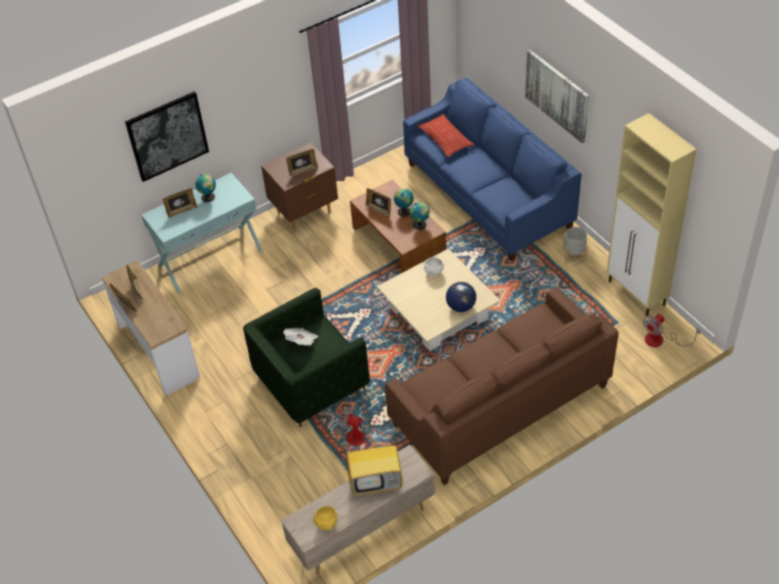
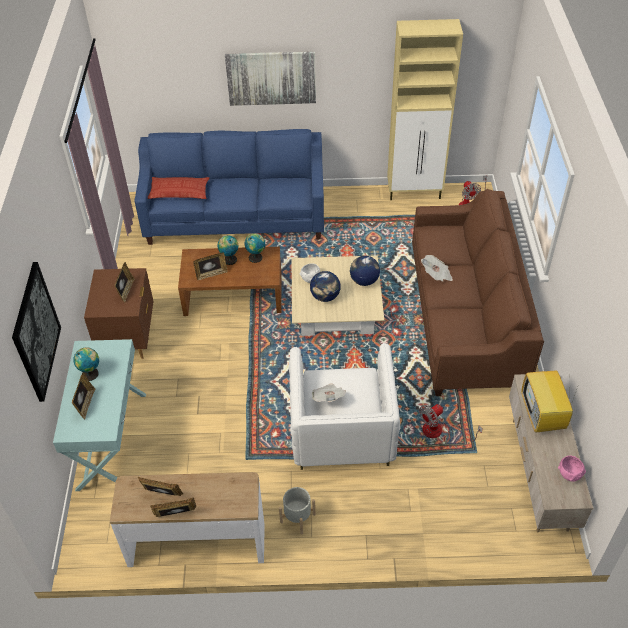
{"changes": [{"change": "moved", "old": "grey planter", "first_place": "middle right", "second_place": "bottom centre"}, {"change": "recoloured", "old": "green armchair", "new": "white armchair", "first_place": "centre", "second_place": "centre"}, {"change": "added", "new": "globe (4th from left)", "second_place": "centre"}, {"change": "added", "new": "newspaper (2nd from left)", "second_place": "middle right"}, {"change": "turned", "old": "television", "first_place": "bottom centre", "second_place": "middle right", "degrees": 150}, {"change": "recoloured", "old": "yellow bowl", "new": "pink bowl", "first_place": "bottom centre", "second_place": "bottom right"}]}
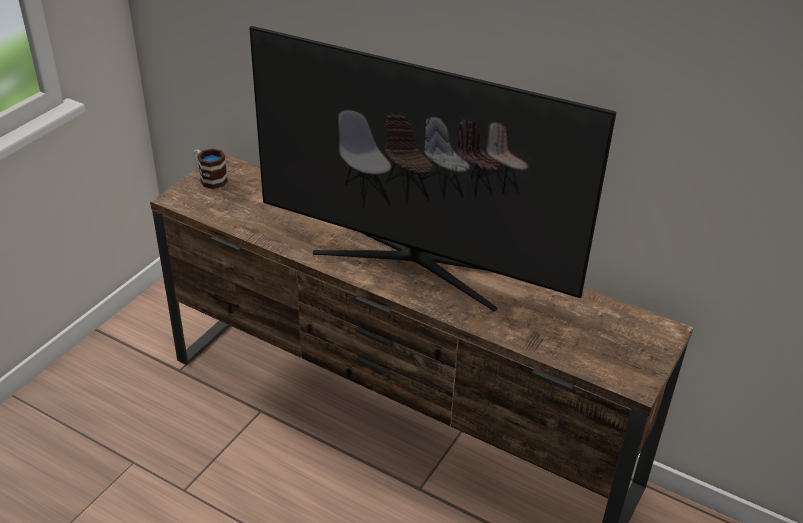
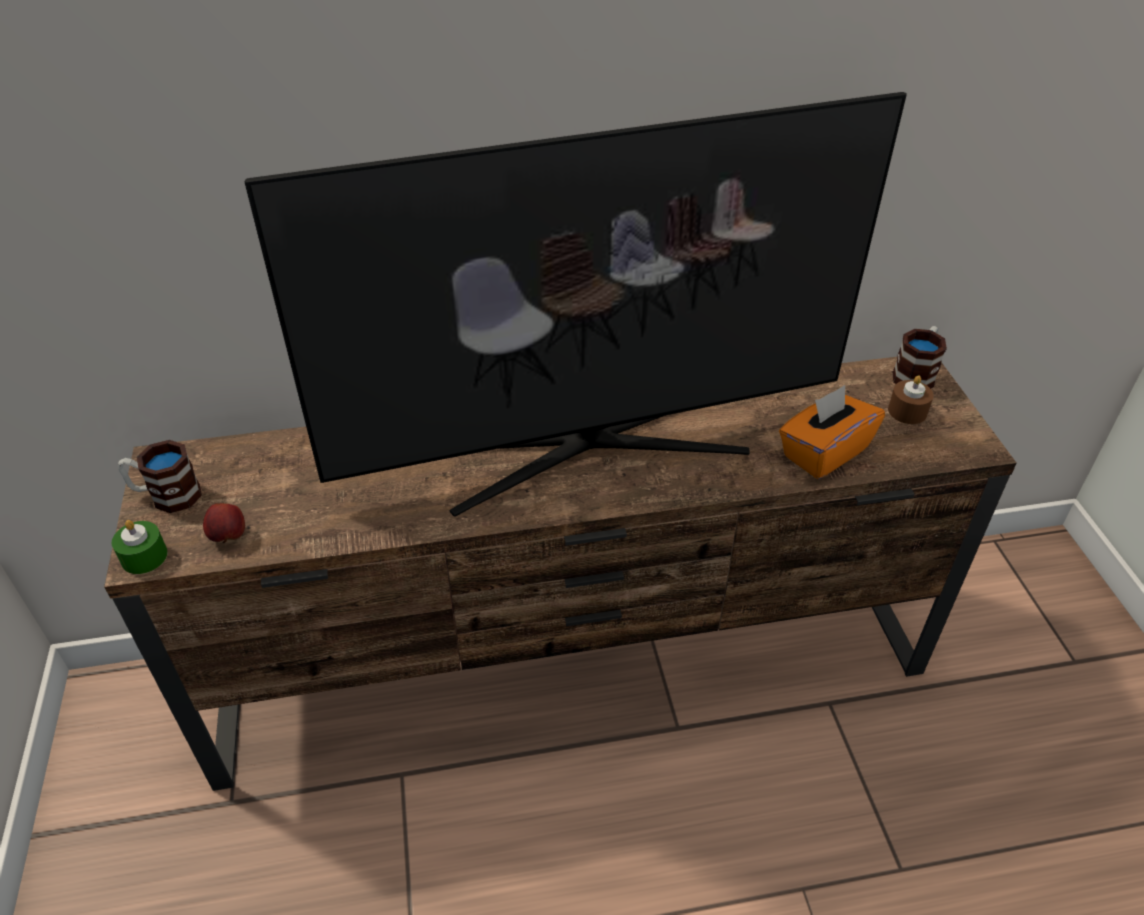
{"changes": [{"change": "added", "new": "green candle", "second_place": "middle left"}, {"change": "added", "new": "apple", "second_place": "middle left"}, {"change": "added", "new": "orange tissue box", "second_place": "middle right"}, {"change": "added", "new": "brown candle", "second_place": "middle right"}, {"change": "added", "new": "mug (2nd from left)", "second_place": "middle right"}]}
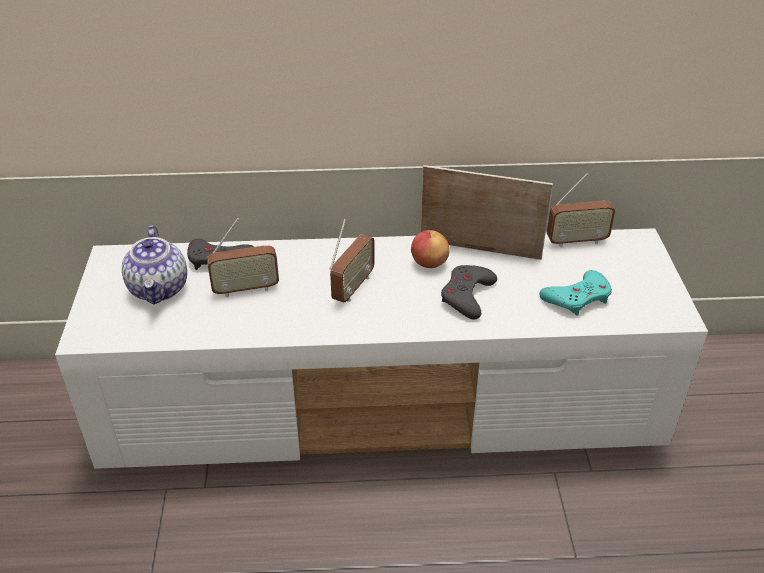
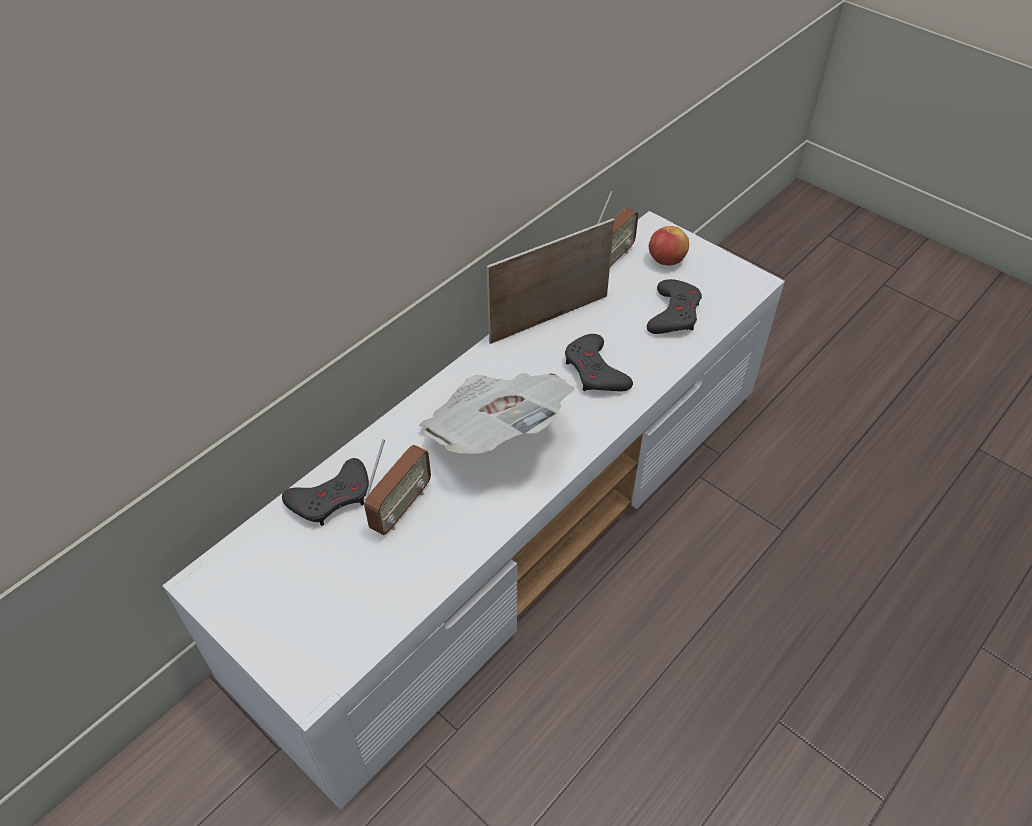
{"changes": [{"change": "replaced", "old": "radio (2nd from left)", "new": "newspaper", "first_place": "centre", "second_place": "centre"}, {"change": "recoloured", "old": "turquoise game controller", "new": "grey game controller (3rd from left)", "first_place": "middle right", "second_place": "centre"}, {"change": "moved", "old": "apple", "first_place": "centre", "second_place": "top centre"}, {"change": "removed", "old": "teapot", "first_place": "middle left"}]}
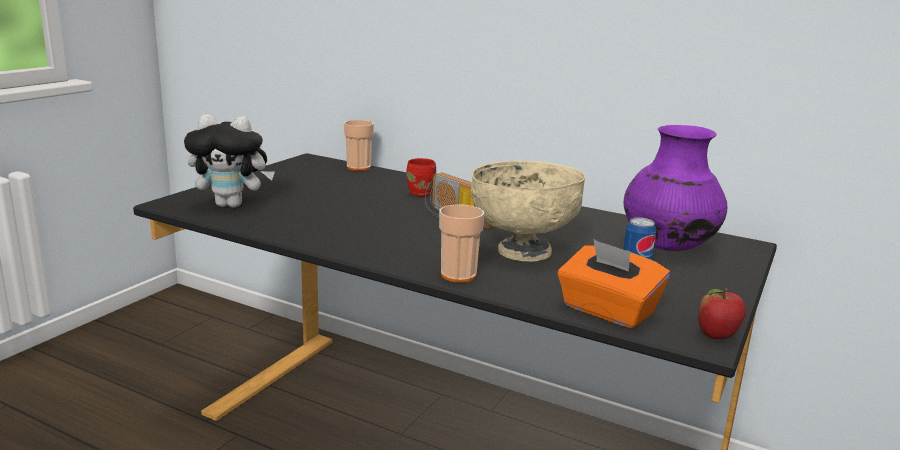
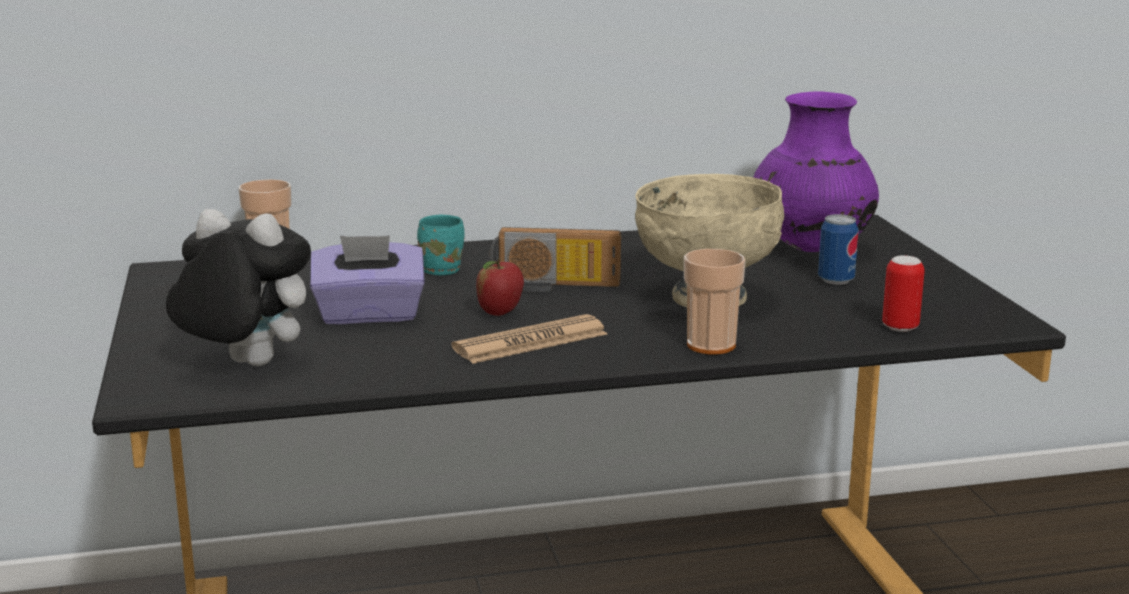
{"changes": [{"change": "turned", "old": "plush toy", "first_place": "middle left", "second_place": "middle left", "degrees": -120}, {"change": "added", "new": "purple tissue box", "second_place": "middle left"}, {"change": "recoloured", "old": "red mug", "new": "turquoise mug", "first_place": "centre", "second_place": "centre"}, {"change": "added", "new": "newspaper", "second_place": "centre"}, {"change": "moved", "old": "apple", "first_place": "bottom right", "second_place": "centre"}, {"change": "replaced", "old": "orange tissue box", "new": "can (2nd from left)", "first_place": "middle right", "second_place": "middle right"}]}
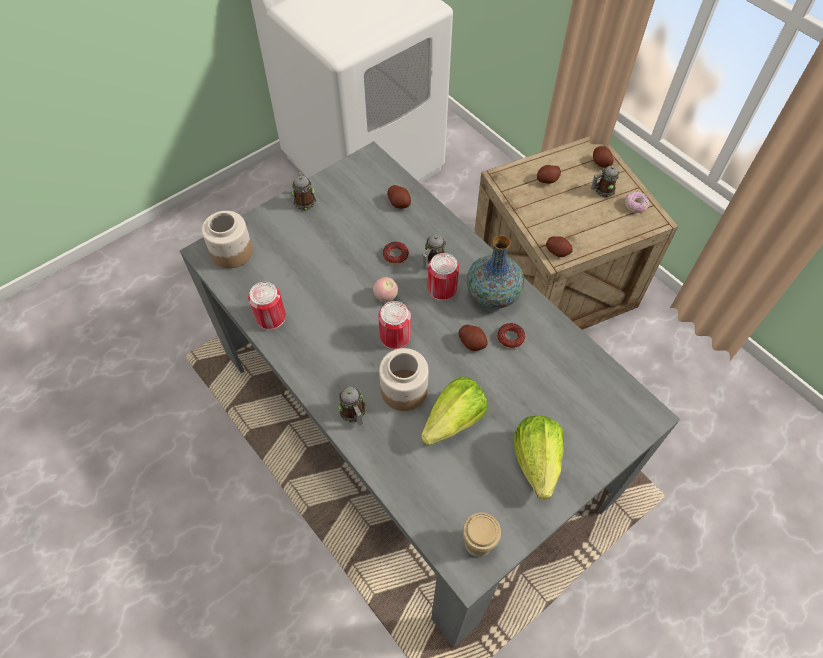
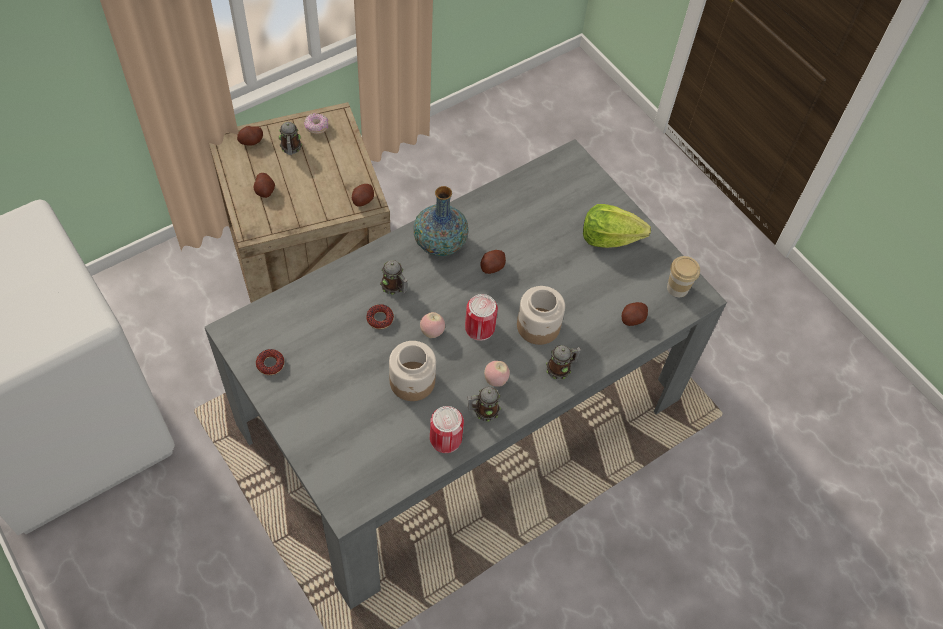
{"changes": [{"change": "moved", "old": "donut (2nd from left in the first image)", "new": "donut (1st from left)", "first_place": "centre", "second_place": "middle left"}, {"change": "moved", "old": "jar (1st from left)", "first_place": "middle left", "second_place": "centre"}, {"change": "moved", "old": "mug (1st from left in the first image)", "new": "mug (3rd from left)", "first_place": "top centre", "second_place": "centre"}, {"change": "added", "new": "apple (2nd from left)", "second_place": "centre"}, {"change": "moved", "old": "potato (1st from left in the first image)", "new": "potato (5th from left)", "first_place": "top centre", "second_place": "middle right"}, {"change": "removed", "old": "lettuce (1st from left)", "first_place": "centre"}, {"change": "removed", "old": "can (3rd from left)", "first_place": "centre"}]}
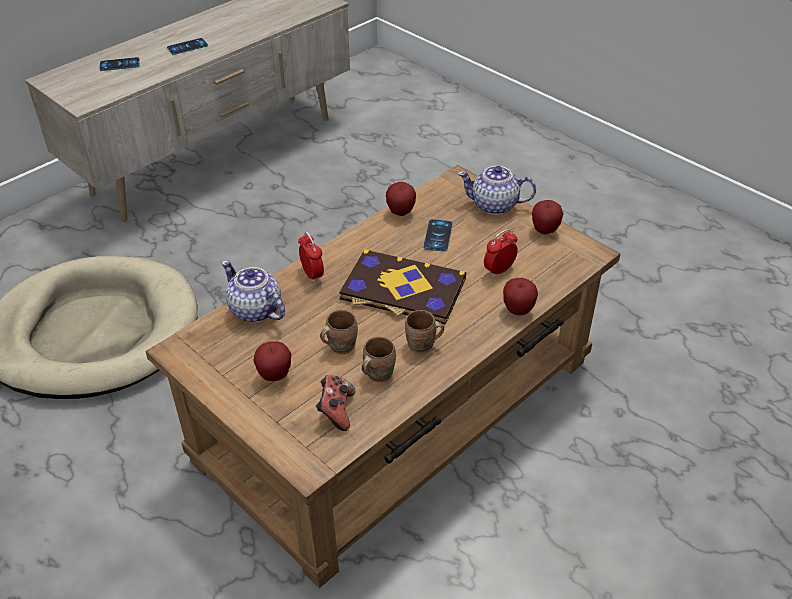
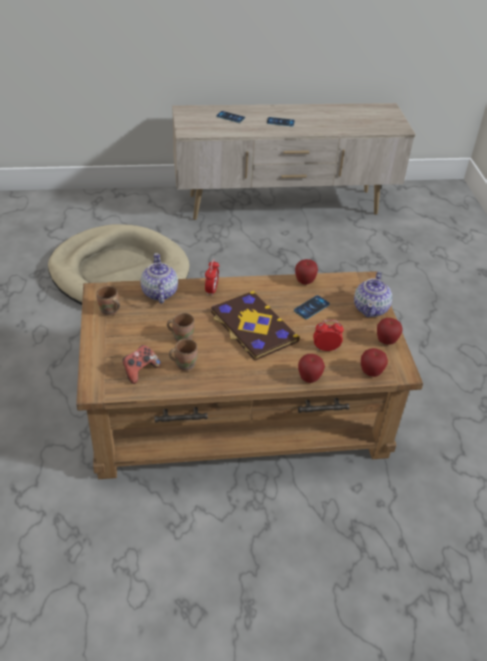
{"changes": [{"change": "moved", "old": "brown mug (3rd from left in the first image)", "new": "brown mug (1st from left)", "first_place": "centre", "second_place": "middle left"}, {"change": "turned", "old": "teapot (2nd from left)", "first_place": "top centre", "second_place": "middle right", "degrees": -120}, {"change": "moved", "old": "apple (1st from left in the first image)", "new": "apple (3rd from left)", "first_place": "centre", "second_place": "middle right"}]}
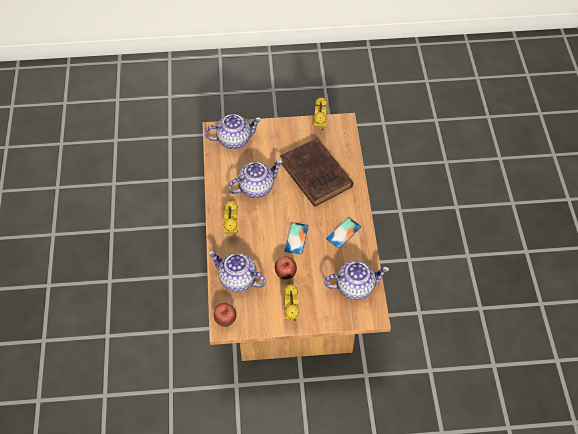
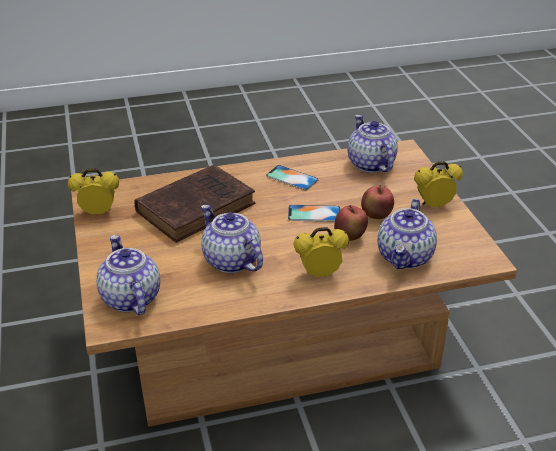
{"changes": [{"change": "moved", "old": "apple (1st from left)", "first_place": "bottom centre", "second_place": "centre"}]}
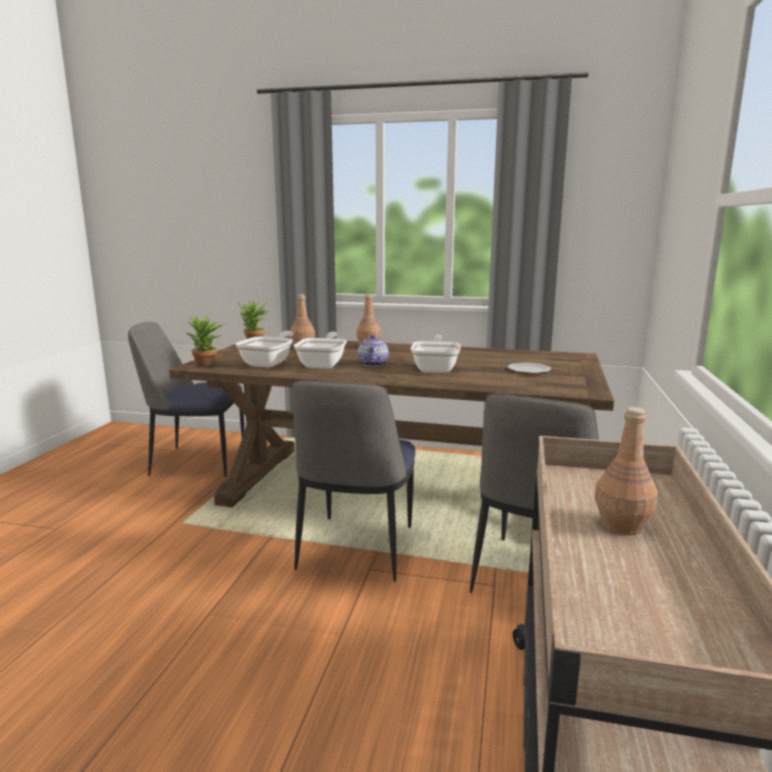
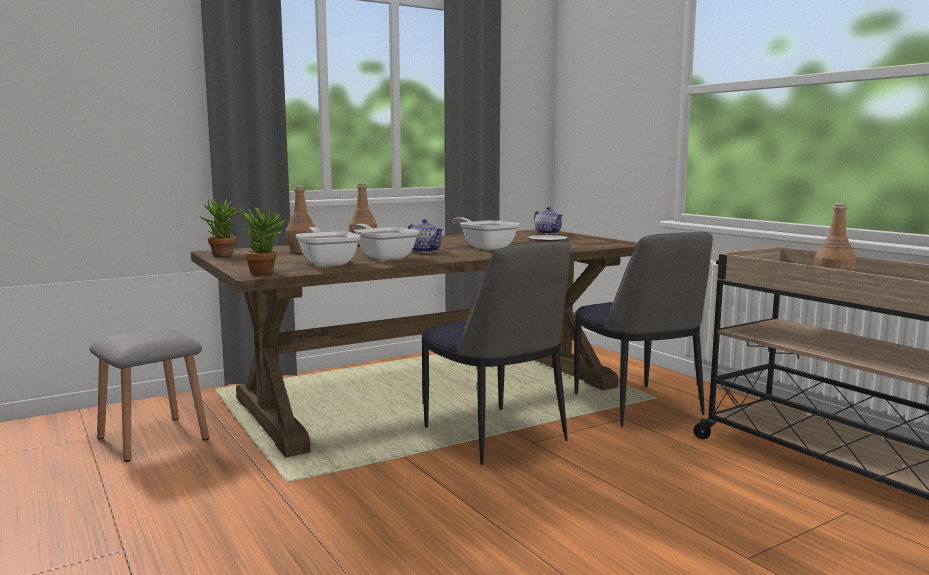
{"changes": [{"change": "replaced", "old": "chair (1st from left)", "new": "grey stool", "first_place": "middle left", "second_place": "bottom left"}, {"change": "added", "new": "teapot (2nd from left)", "second_place": "centre"}]}
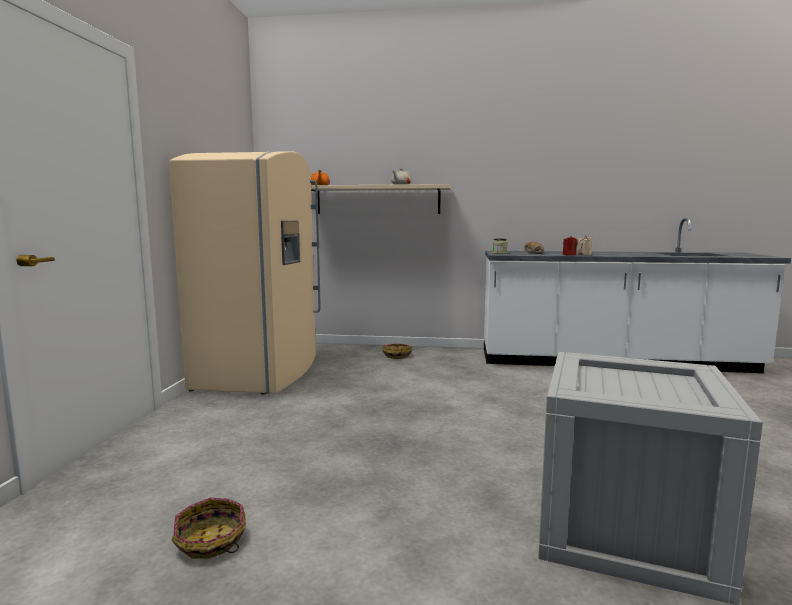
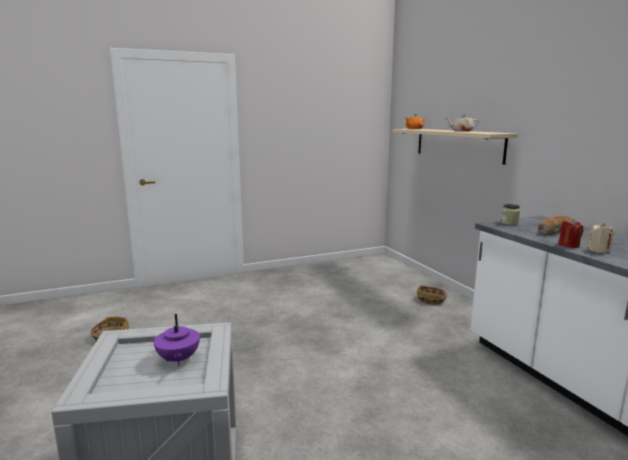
{"changes": [{"change": "added", "new": "purple teapot", "second_place": "bottom left"}, {"change": "removed", "old": "beige fridge", "first_place": "middle left"}]}
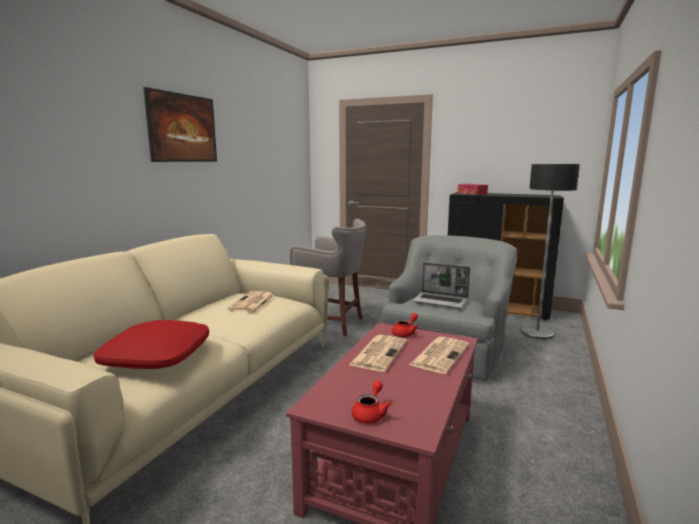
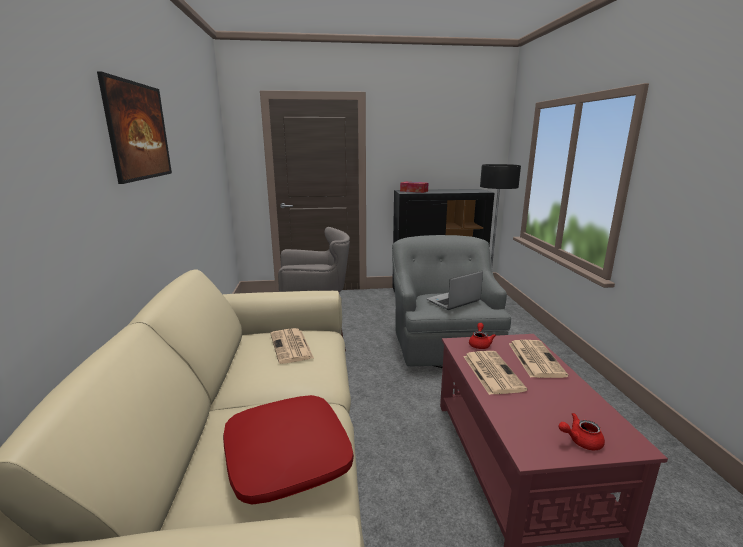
{"changes": [{"change": "turned", "old": "laptop", "first_place": "centre", "second_place": "centre", "degrees": 150}, {"change": "turned", "old": "red teapot (1st from left in the first image)", "first_place": "bottom centre", "second_place": "bottom right", "degrees": -90}]}
